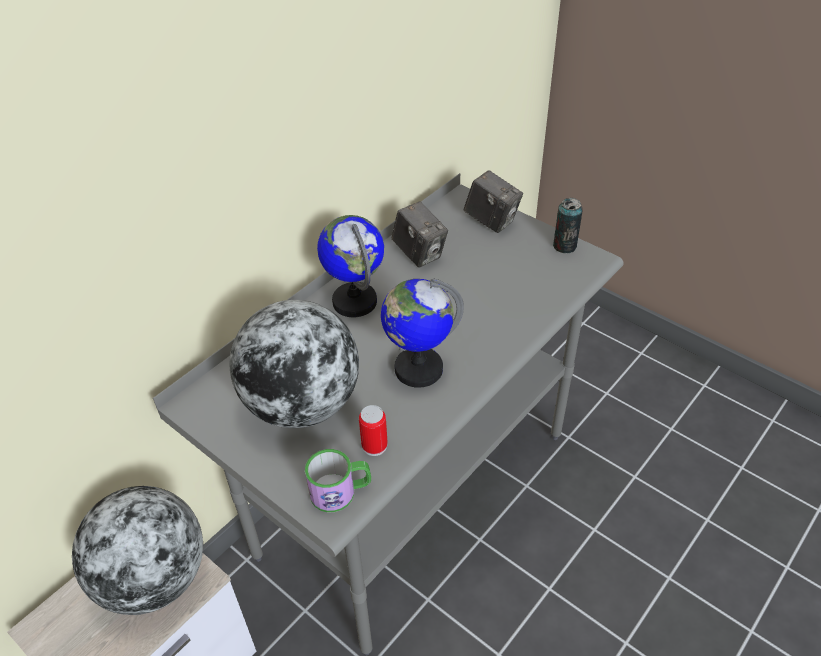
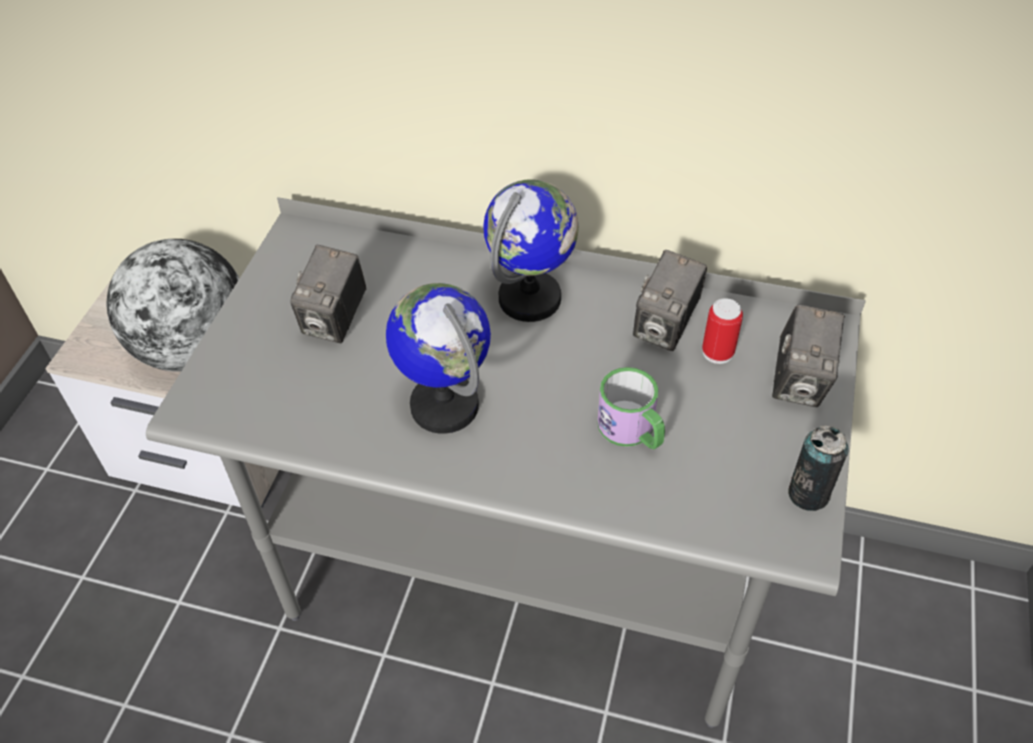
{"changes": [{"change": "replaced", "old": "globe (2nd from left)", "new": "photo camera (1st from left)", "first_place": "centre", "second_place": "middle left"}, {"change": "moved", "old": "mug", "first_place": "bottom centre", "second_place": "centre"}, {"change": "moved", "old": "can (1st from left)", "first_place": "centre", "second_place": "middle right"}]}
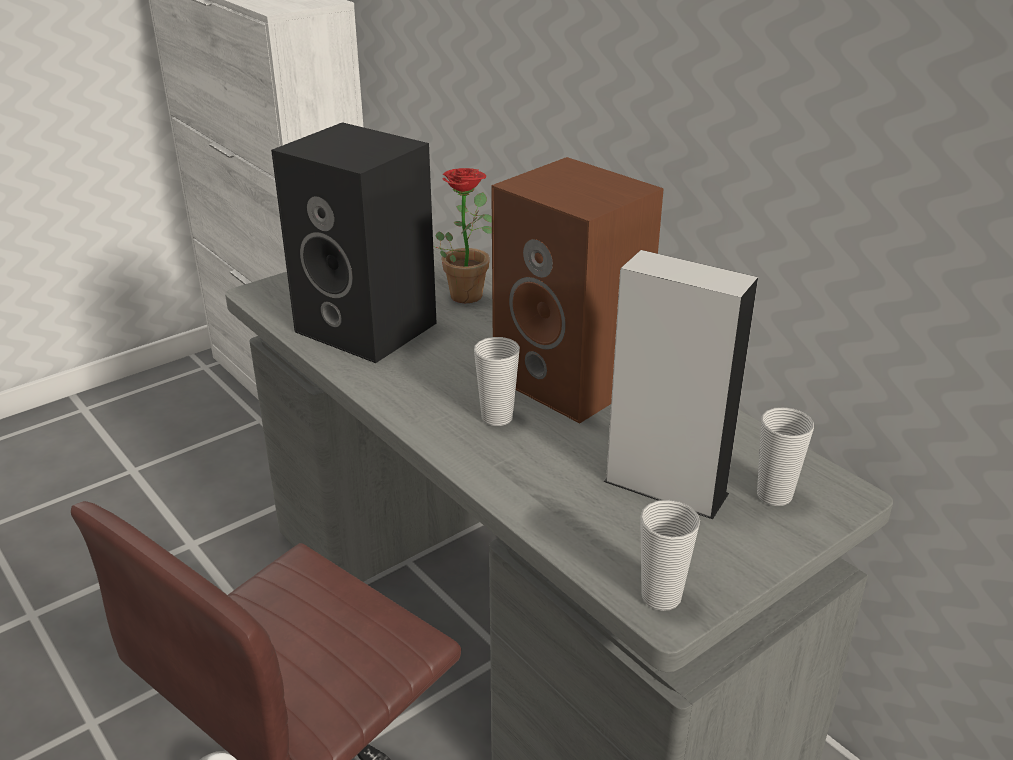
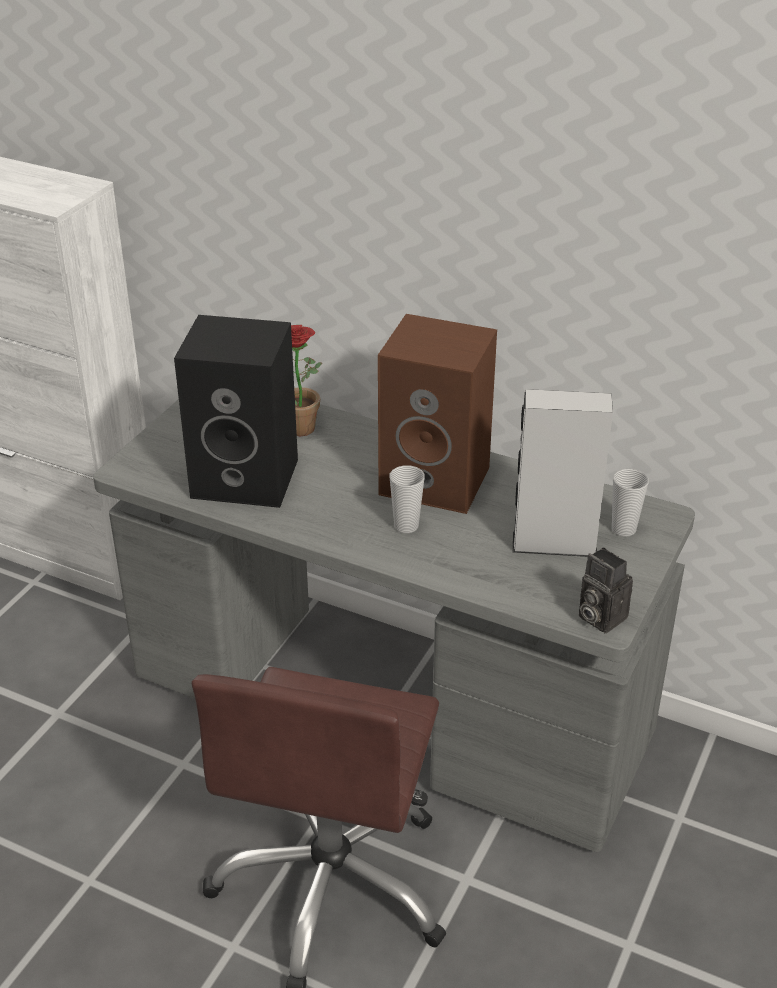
{"changes": [{"change": "replaced", "old": "cup (2nd from left)", "new": "photo camera", "first_place": "bottom centre", "second_place": "middle right"}]}
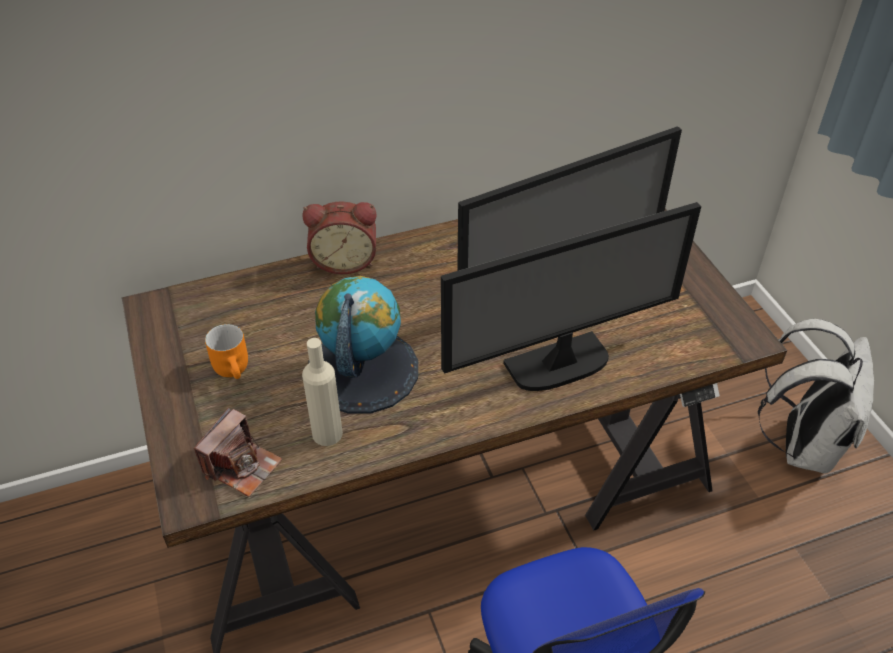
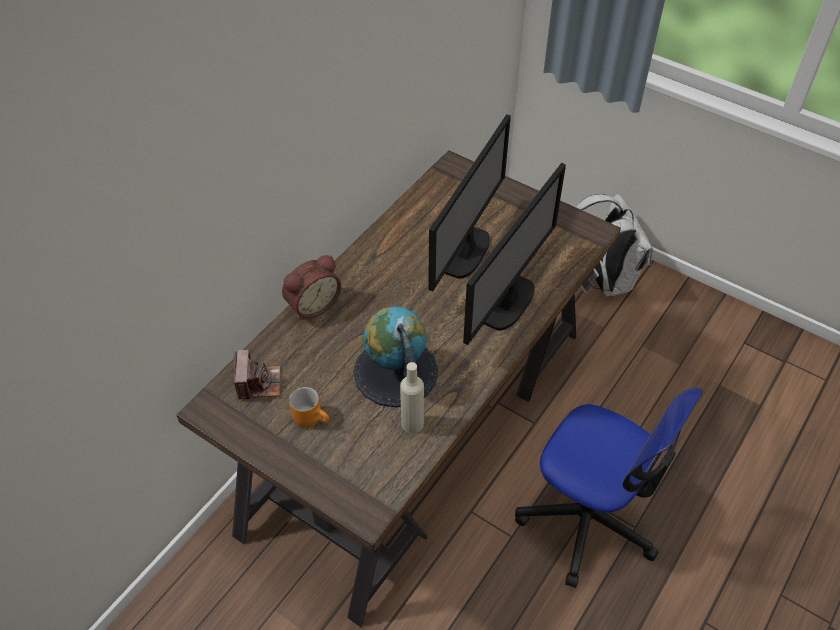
{"changes": [{"change": "moved", "old": "photo camera", "first_place": "bottom left", "second_place": "middle left"}]}
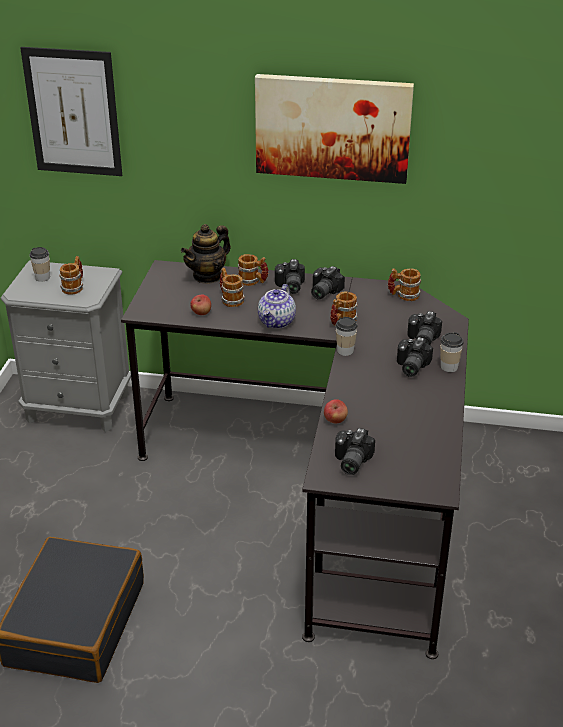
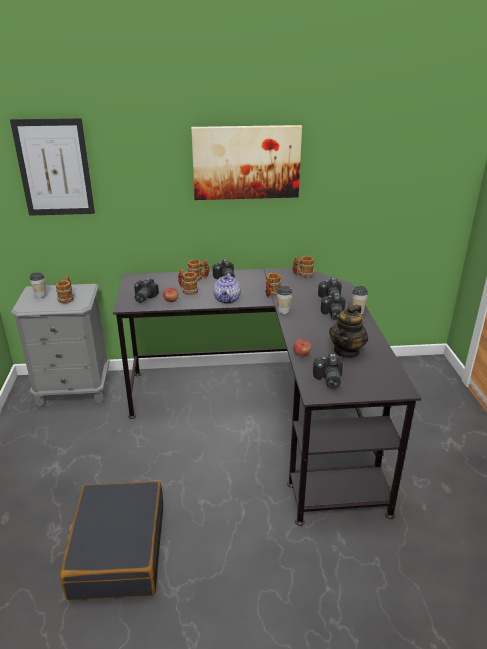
{"changes": [{"change": "moved", "old": "photo camera (2nd from left in the first image)", "new": "photo camera (1st from left)", "first_place": "centre", "second_place": "middle left"}, {"change": "moved", "old": "teapot (1st from left in the first image)", "new": "teapot (2nd from left)", "first_place": "centre", "second_place": "middle right"}]}
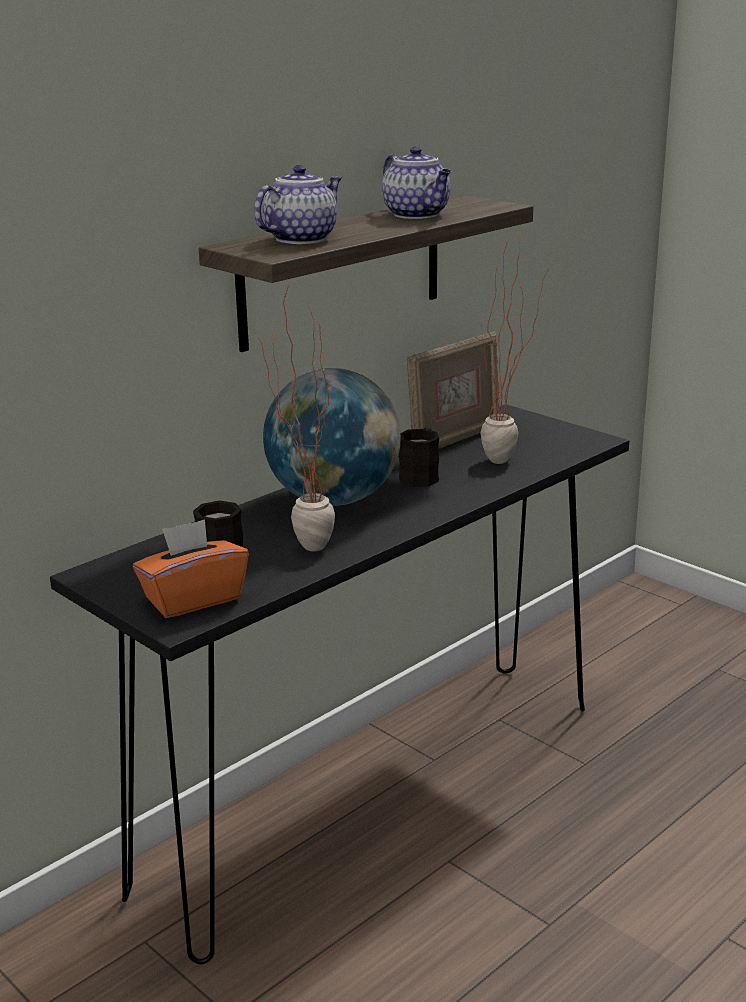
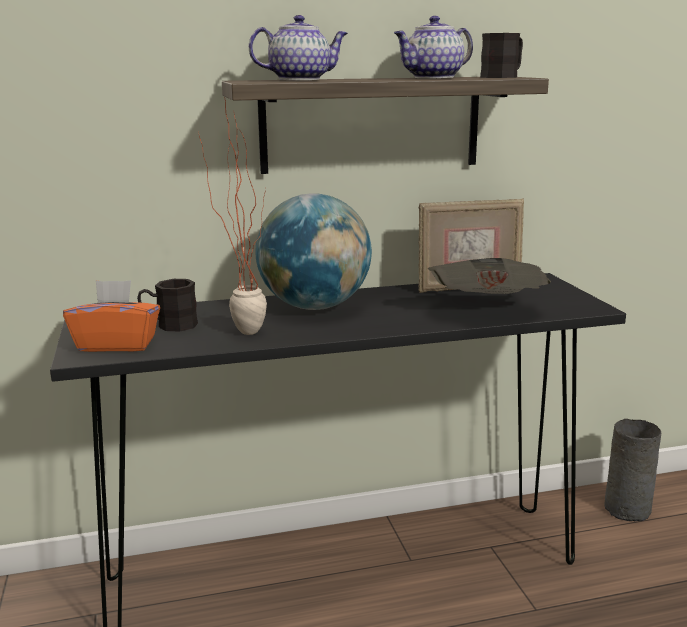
{"changes": [{"change": "turned", "old": "teapot (2nd from left)", "first_place": "top centre", "second_place": "top centre", "degrees": 60}, {"change": "replaced", "old": "potted plant (2nd from left)", "new": "newspaper", "first_place": "middle right", "second_place": "middle right"}, {"change": "moved", "old": "black mug (2nd from left)", "first_place": "centre", "second_place": "top right"}, {"change": "added", "new": "grey vase", "second_place": "bottom right"}]}
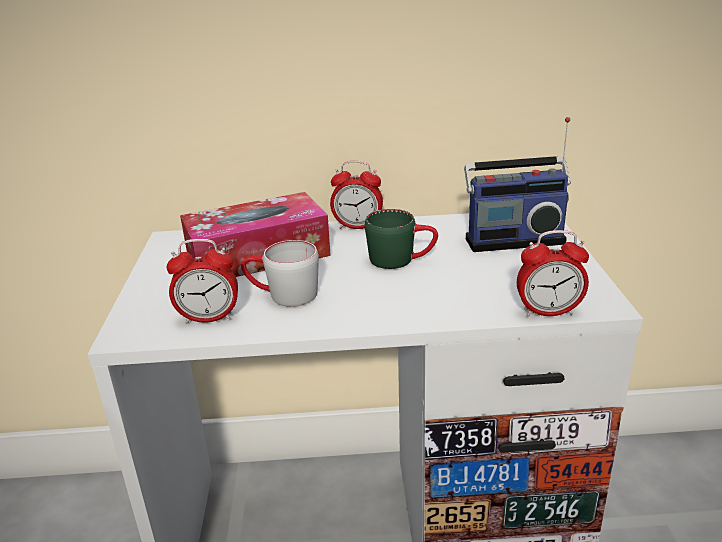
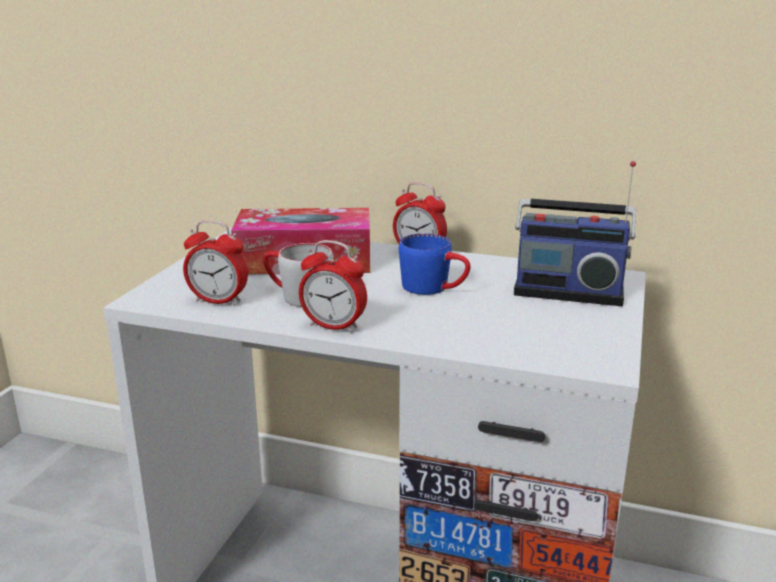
{"changes": [{"change": "moved", "old": "alarm clock (3rd from left in the first image)", "new": "alarm clock (2nd from left)", "first_place": "middle right", "second_place": "centre"}, {"change": "recoloured", "old": "green mug", "new": "blue mug", "first_place": "centre", "second_place": "centre"}]}
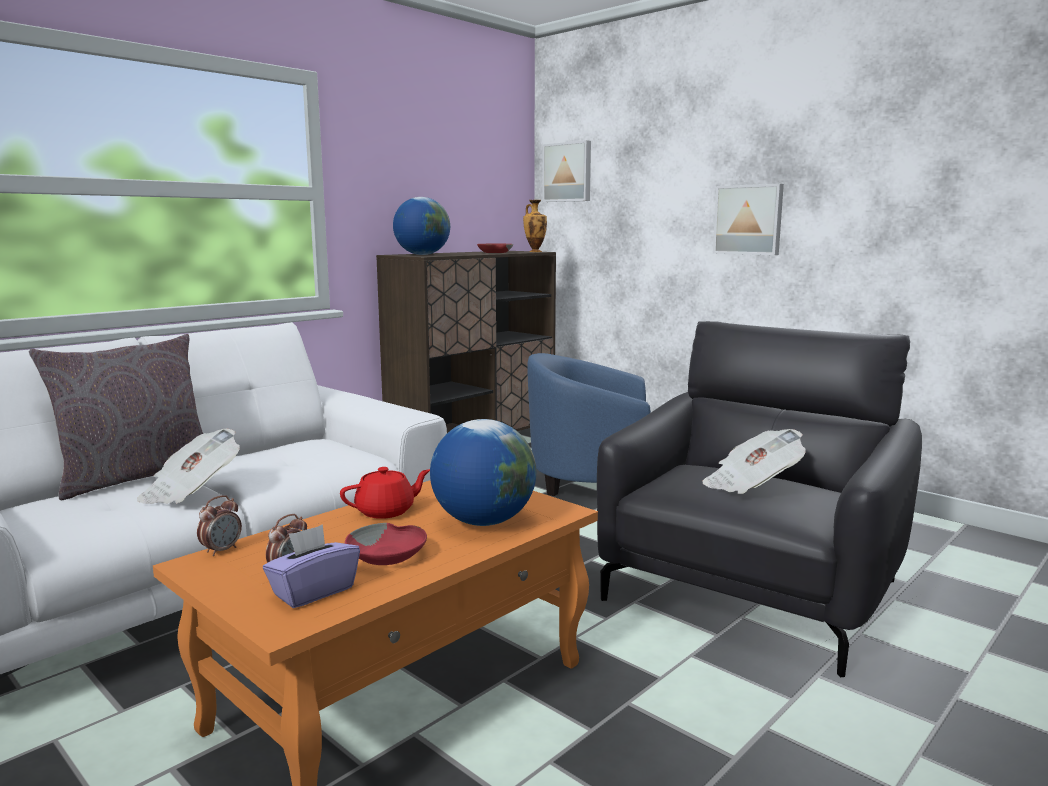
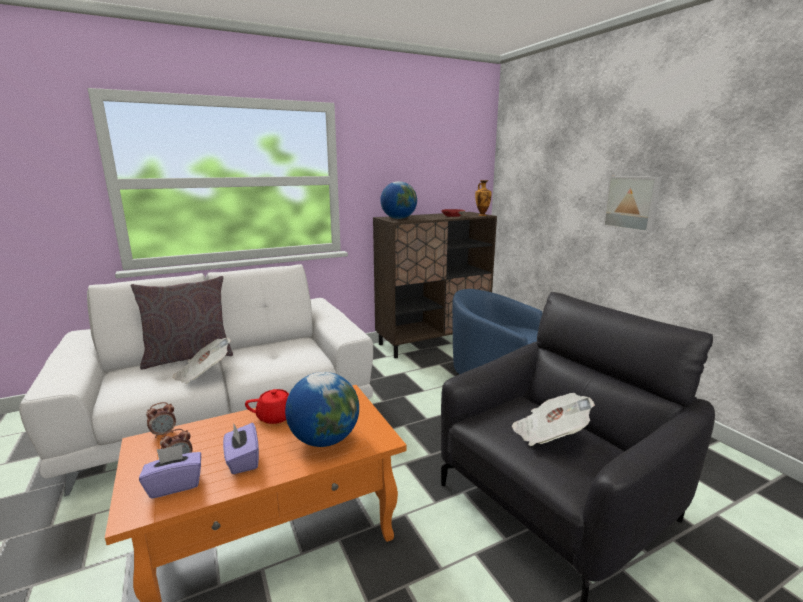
{"changes": [{"change": "replaced", "old": "red bowl (1st from left)", "new": "purple tissue box (2nd from left)", "first_place": "bottom centre", "second_place": "bottom left"}, {"change": "removed", "old": "picture (1st from left)", "first_place": "top centre"}]}
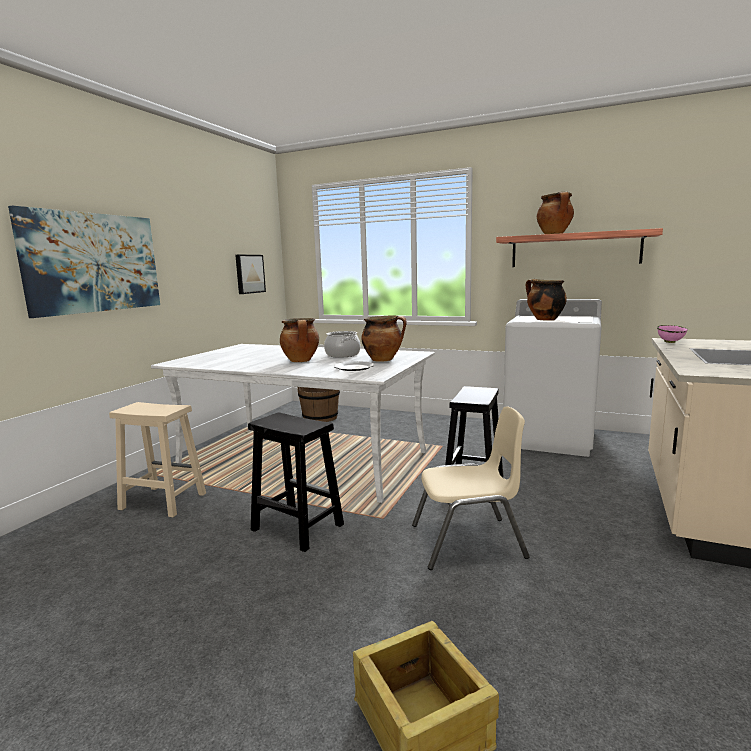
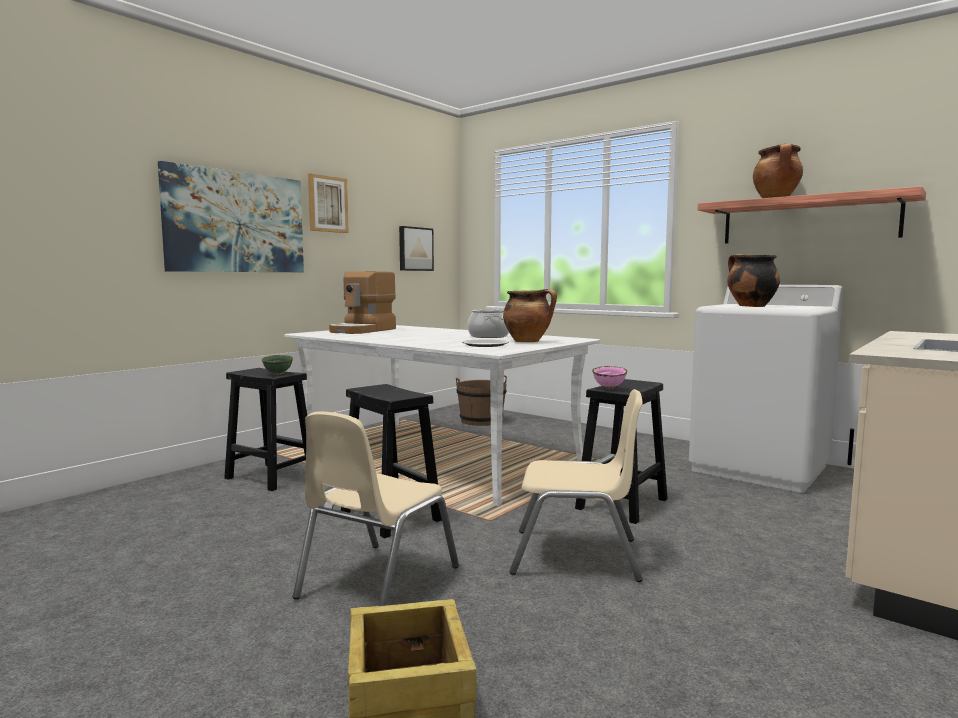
{"changes": [{"change": "recoloured", "old": "beige stool", "new": "black stool (1st from left)", "first_place": "middle left", "second_place": "middle left"}, {"change": "added", "new": "green bowl", "second_place": "middle left"}, {"change": "added", "new": "beige chair (1st from left)", "second_place": "bottom centre"}, {"change": "added", "new": "picture (2nd from left)", "second_place": "top centre"}, {"change": "added", "new": "coffee machine", "second_place": "centre"}, {"change": "moved", "old": "pink bowl", "first_place": "middle right", "second_place": "centre"}, {"change": "removed", "old": "cooking pot (1st from left)", "first_place": "centre"}]}
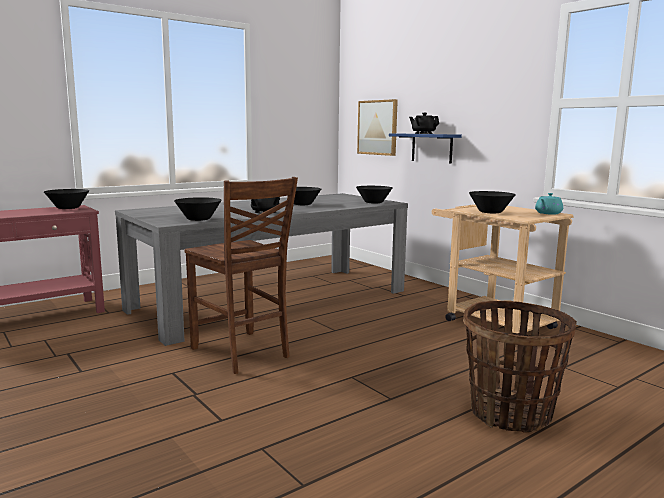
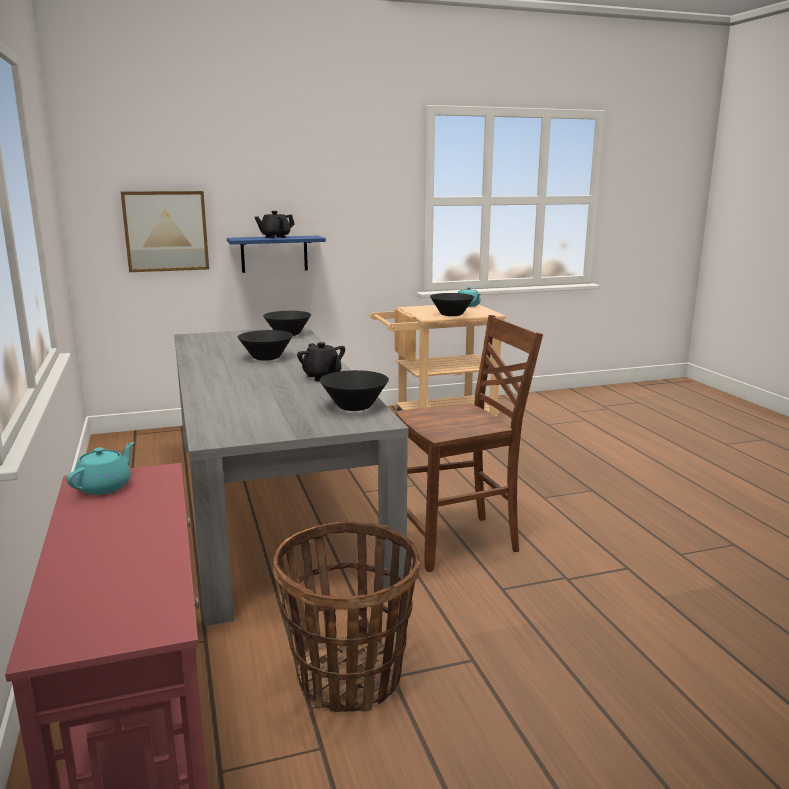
{"changes": [{"change": "replaced", "old": "black bowl (1st from left)", "new": "turquoise teapot (1st from left)", "first_place": "middle left", "second_place": "middle left"}, {"change": "moved", "old": "basket", "first_place": "bottom right", "second_place": "bottom centre"}]}
